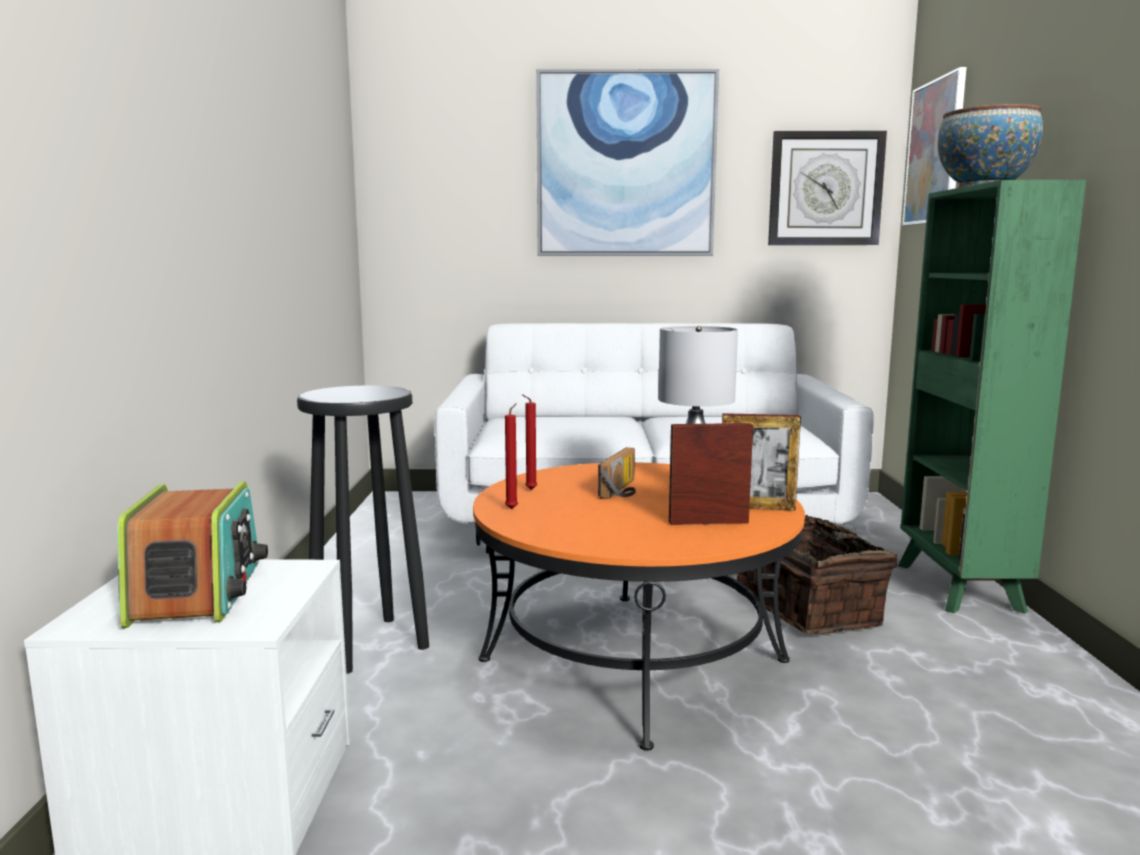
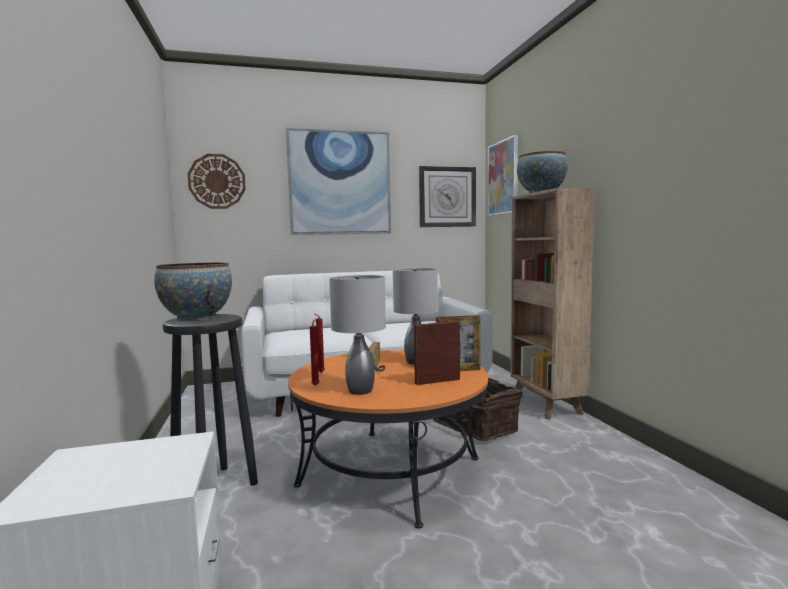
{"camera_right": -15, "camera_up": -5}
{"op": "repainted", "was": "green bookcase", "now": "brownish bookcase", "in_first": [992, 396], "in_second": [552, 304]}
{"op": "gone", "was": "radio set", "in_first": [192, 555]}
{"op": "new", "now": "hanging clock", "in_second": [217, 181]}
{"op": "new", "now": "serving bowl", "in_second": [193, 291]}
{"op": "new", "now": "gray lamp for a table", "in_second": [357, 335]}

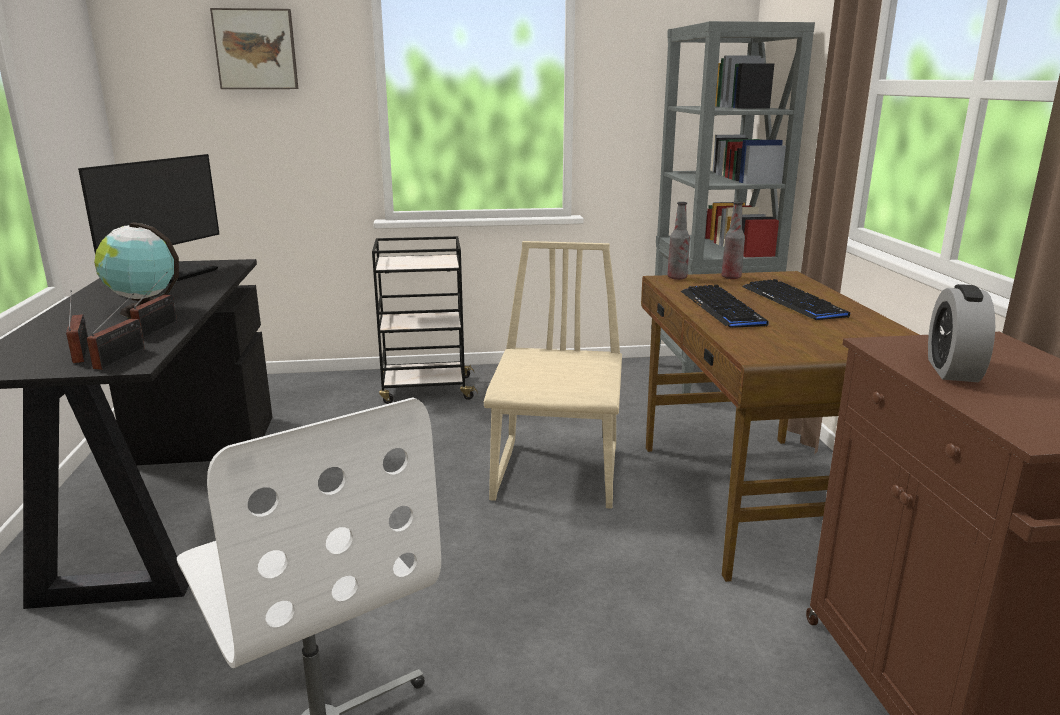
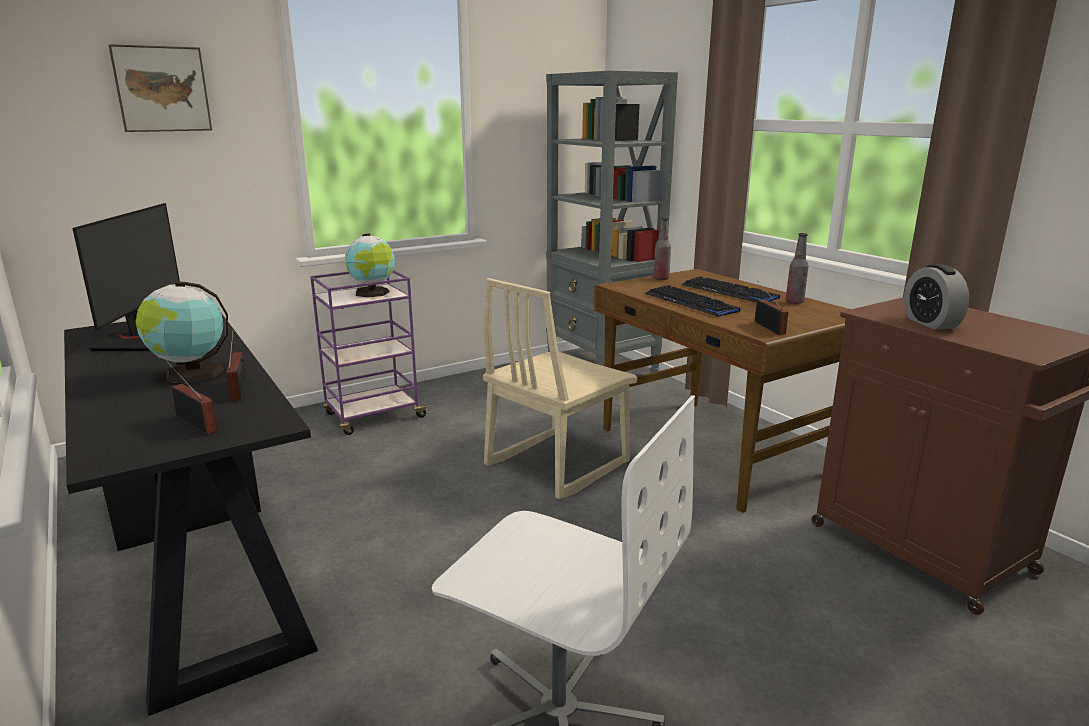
{"camera_right": -25, "camera_up": 0}
{"op": "shifted", "was": "bottle", "in_first": [679, 241], "in_second": [797, 268]}
{"op": "repainted", "was": "black-coloured cart", "now": "purple cart", "in_first": [425, 320], "in_second": [370, 352]}
{"op": "rotated", "was": "sand-coloured upright chair", "in_first": [553, 375], "in_second": [560, 388], "clockwise": -120}
{"op": "shifted", "was": "radio set", "in_first": [115, 331], "in_second": [771, 308]}
{"op": "new", "now": "desk globe", "in_second": [370, 265]}

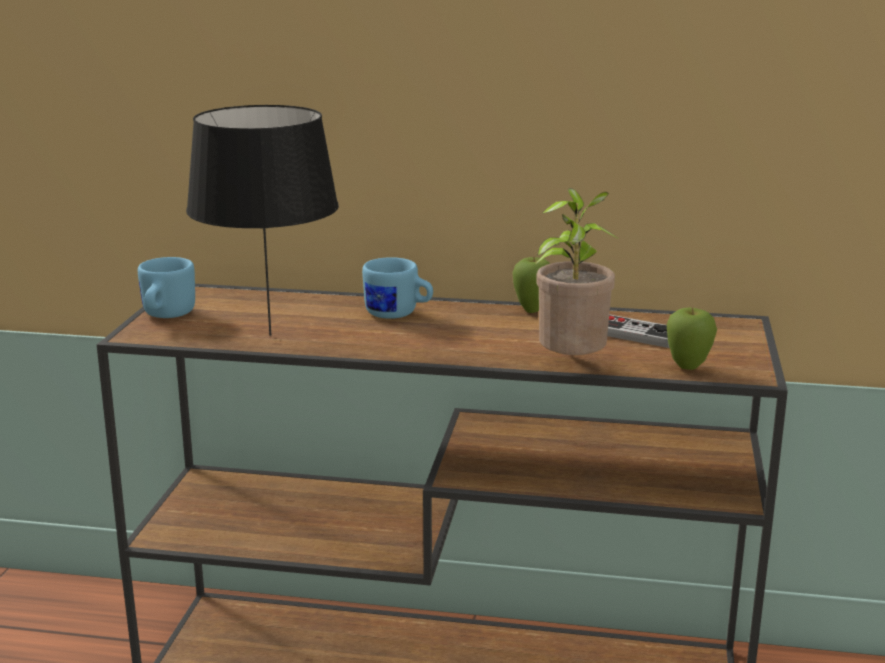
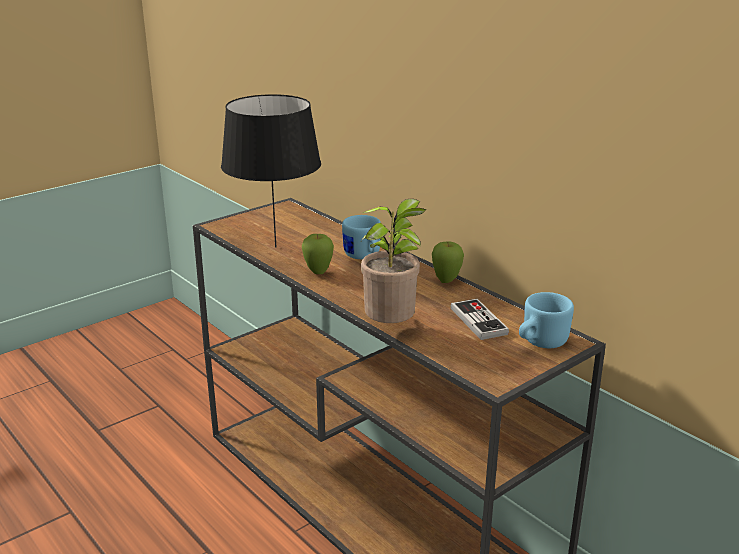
{"camera_right": 40, "camera_up": 5}
{"op": "shifted", "was": "bluish tea mug", "in_first": [166, 287], "in_second": [546, 320]}
{"op": "shifted", "was": "apple", "in_first": [692, 338], "in_second": [318, 254]}

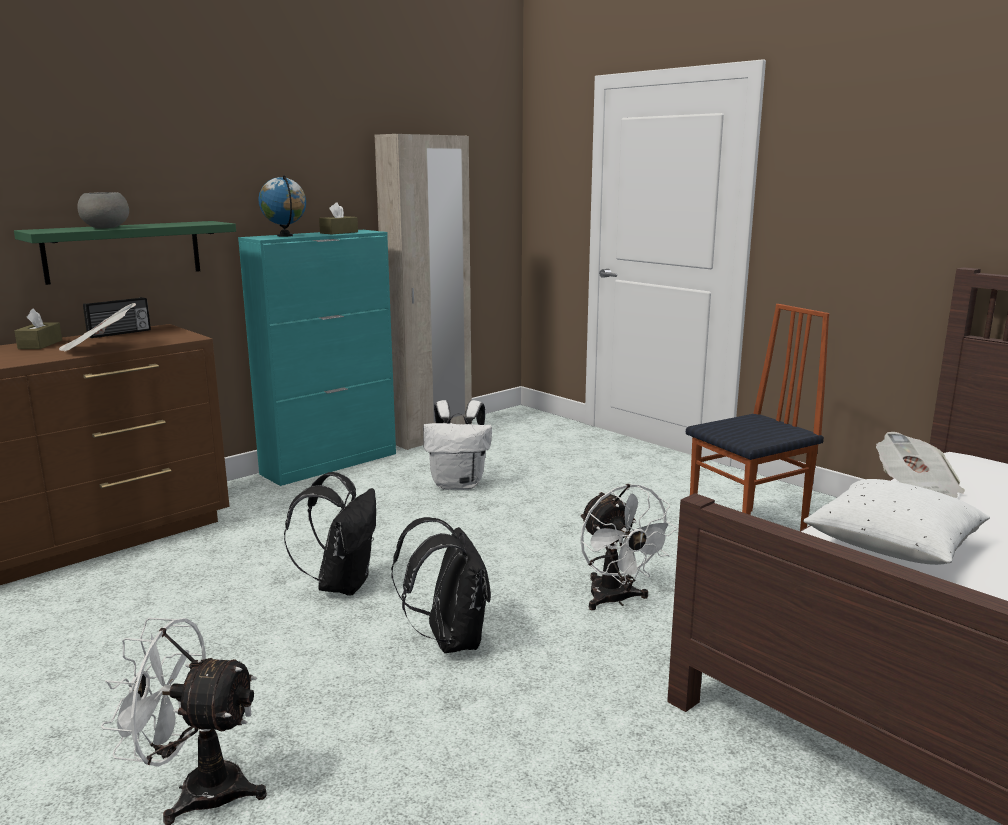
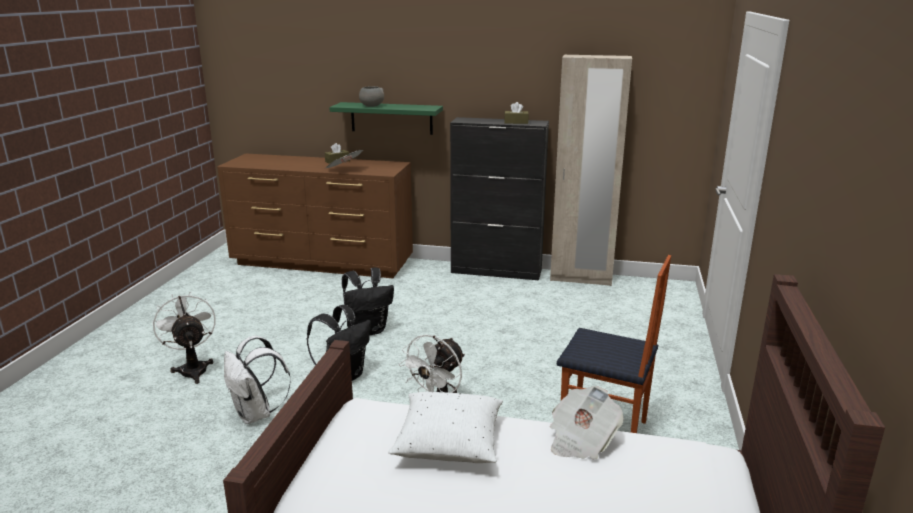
{"camera_right": 55, "camera_up": 5}
{"op": "gone", "was": "desk globe", "in_first": [282, 206]}
{"op": "repainted", "was": "turquoise cupboard", "now": "black-coloured cupboard", "in_first": [317, 358], "in_second": [499, 198]}
{"op": "gone", "was": "radio set", "in_first": [117, 317]}
{"op": "shifted", "was": "white backpack", "in_first": [457, 445], "in_second": [257, 380]}

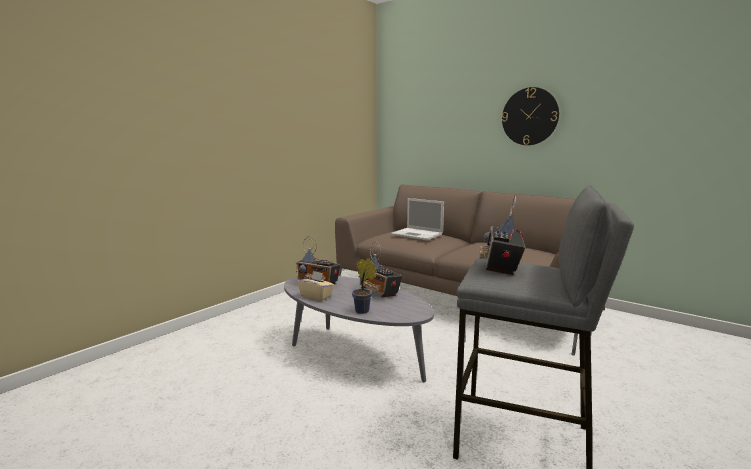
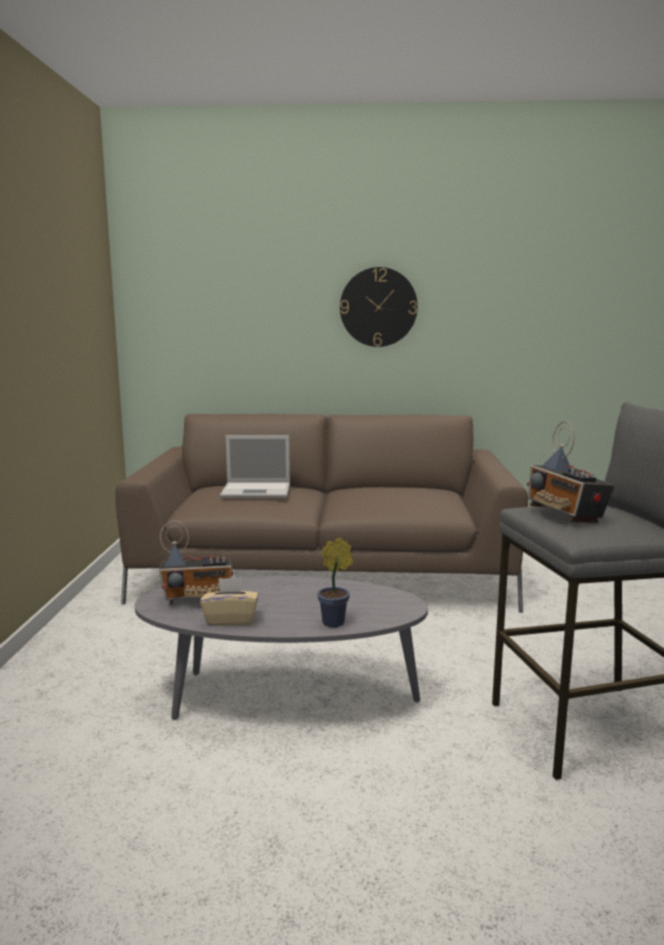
{"camera_right": -35, "camera_up": 0}
{"op": "gone", "was": "radio set", "in_first": [380, 269]}

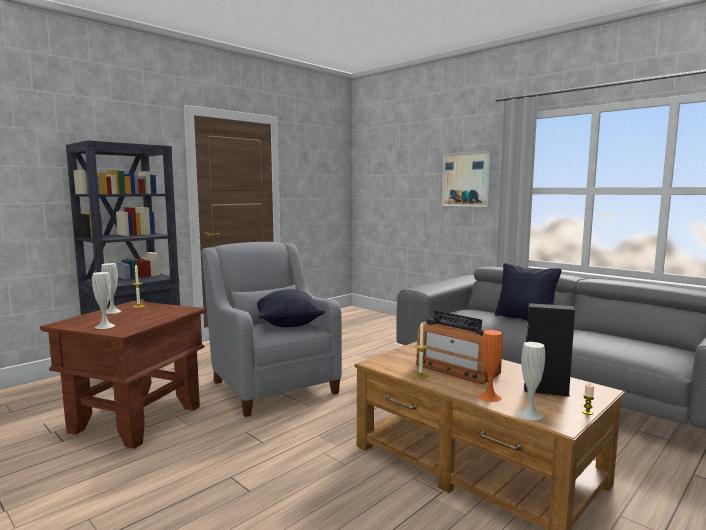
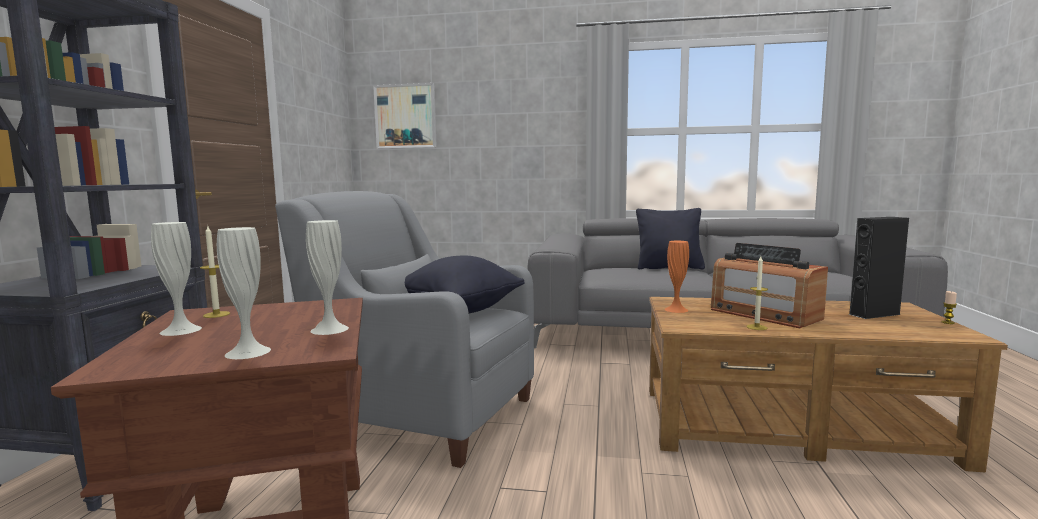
{"camera_right": -35, "camera_up": 0}
{"op": "shifted", "was": "wall picture", "in_first": [467, 179], "in_second": [405, 116]}
{"op": "rotated", "was": "radio set", "in_first": [459, 347], "in_second": [769, 285], "clockwise": 45}
{"op": "shifted", "was": "orange vase", "in_first": [490, 366], "in_second": [677, 277]}
{"op": "shifted", "was": "white vase", "in_first": [531, 381], "in_second": [327, 277]}

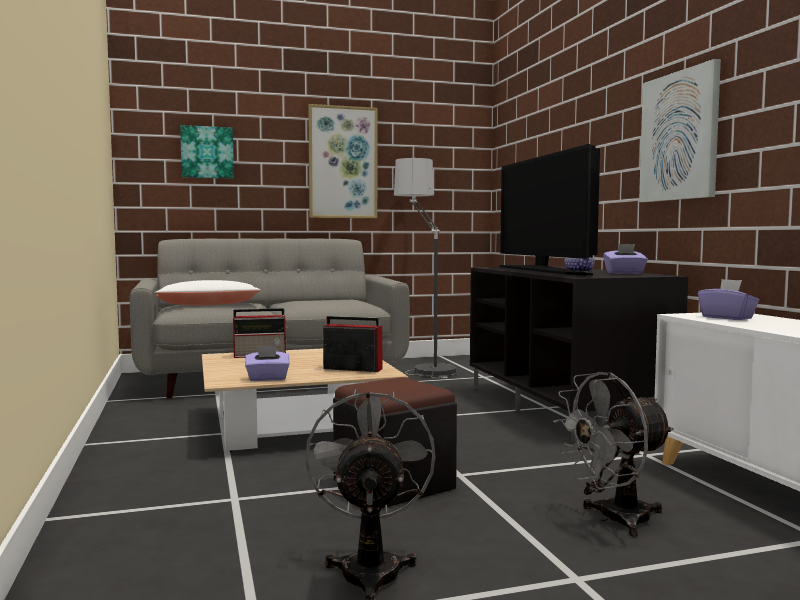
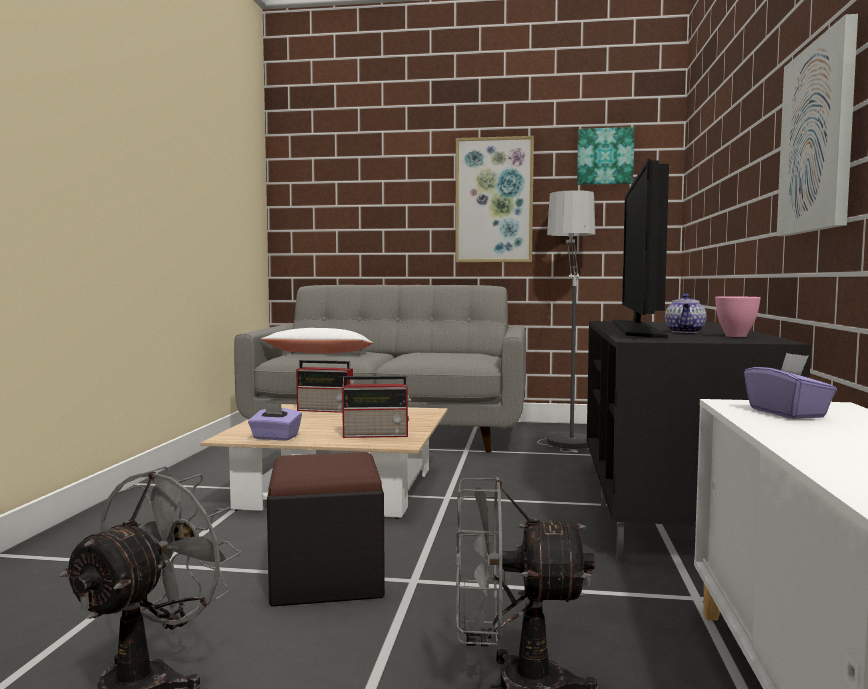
{"camera_right": 25, "camera_up": 0}
{"op": "shifted", "was": "wall picture", "in_first": [207, 152], "in_second": [606, 156]}
{"op": "swapped", "was": "purple box of tissues", "now": "pinkish serving bowl", "in_first": [625, 259], "in_second": [738, 316]}
{"op": "rotated", "was": "radio set", "in_first": [352, 344], "in_second": [376, 407], "clockwise": 135}

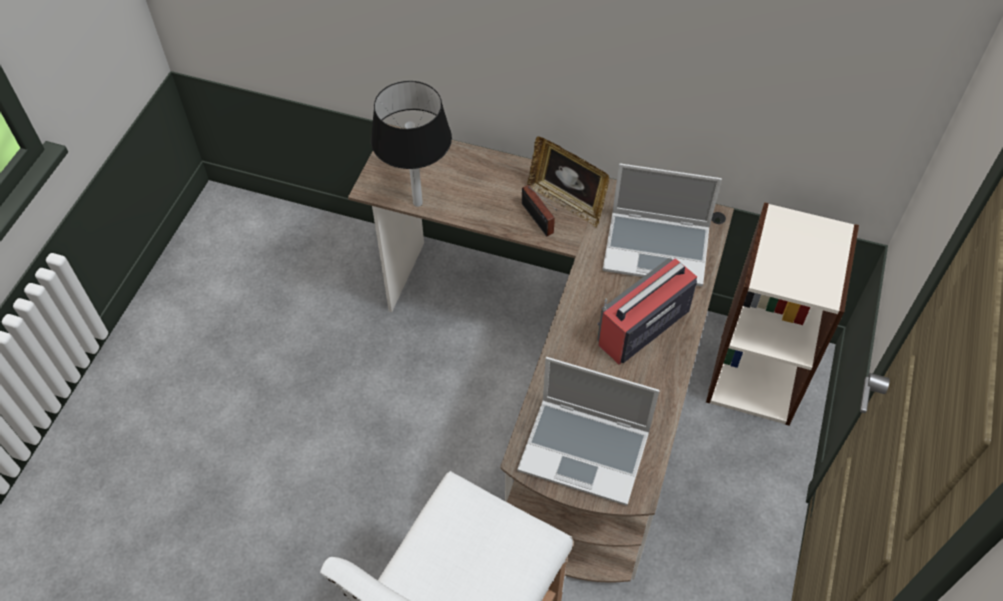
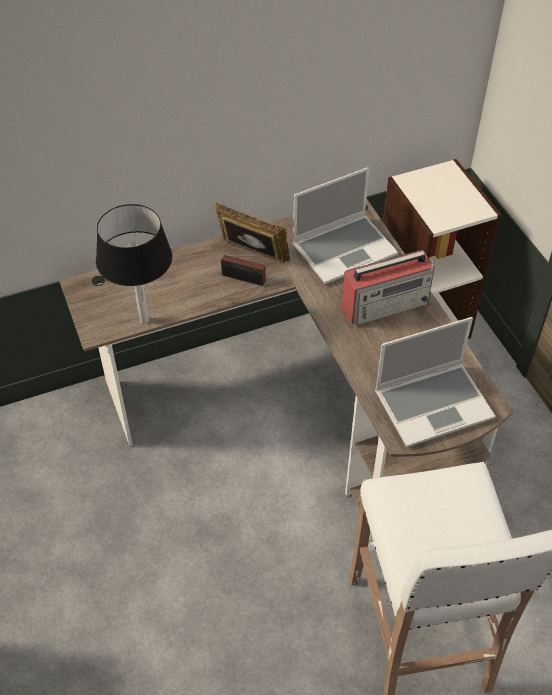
{"camera_right": -40, "camera_up": -5}
{"op": "rotated", "was": "standing frame", "in_first": [568, 182], "in_second": [253, 232], "clockwise": -150}
{"op": "rotated", "was": "radio set", "in_first": [647, 311], "in_second": [388, 288], "clockwise": -120}

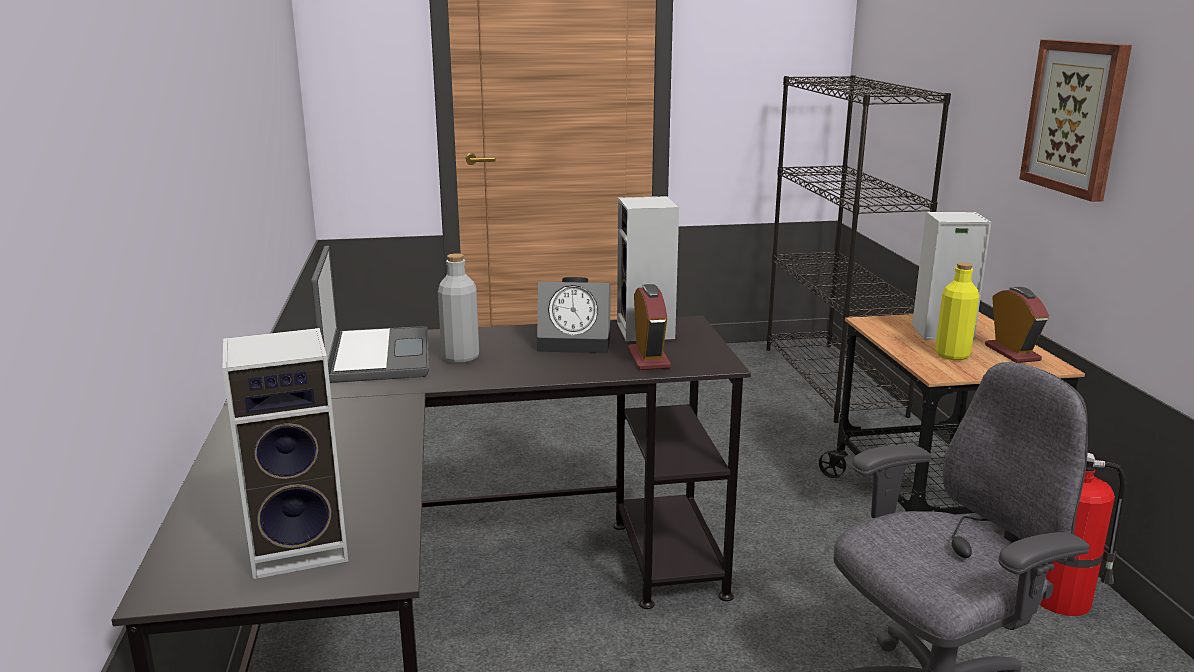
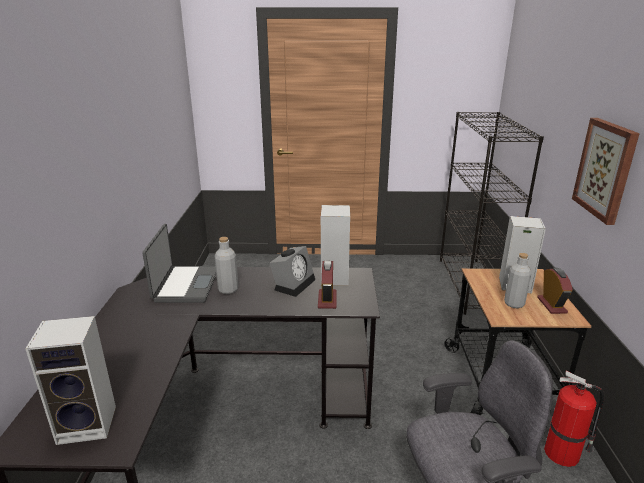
{"camera_right": 10, "camera_up": 5}
{"op": "repainted", "was": "yellow-coloured bottle", "now": "gray bottle", "in_first": [957, 311], "in_second": [518, 280]}
{"op": "rotated", "was": "alarm clock", "in_first": [574, 315], "in_second": [292, 271], "clockwise": -75}

